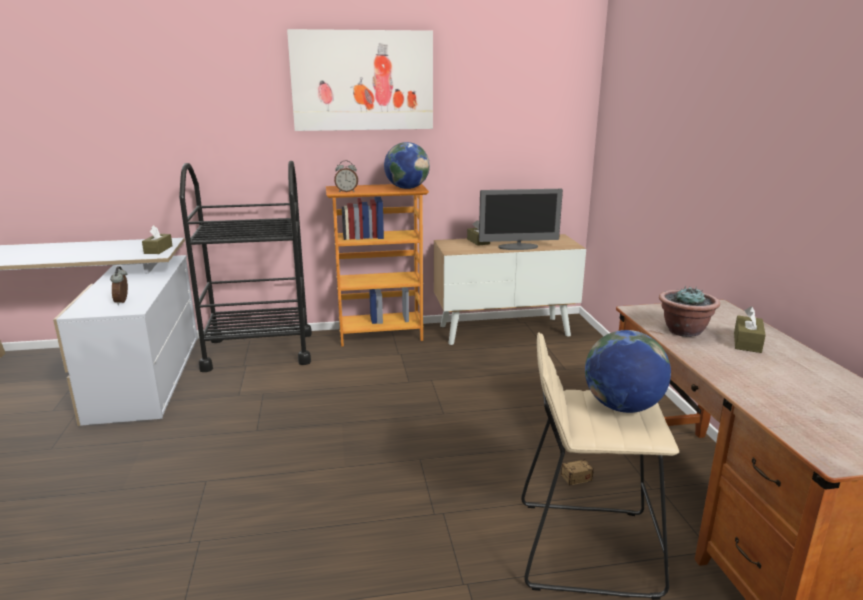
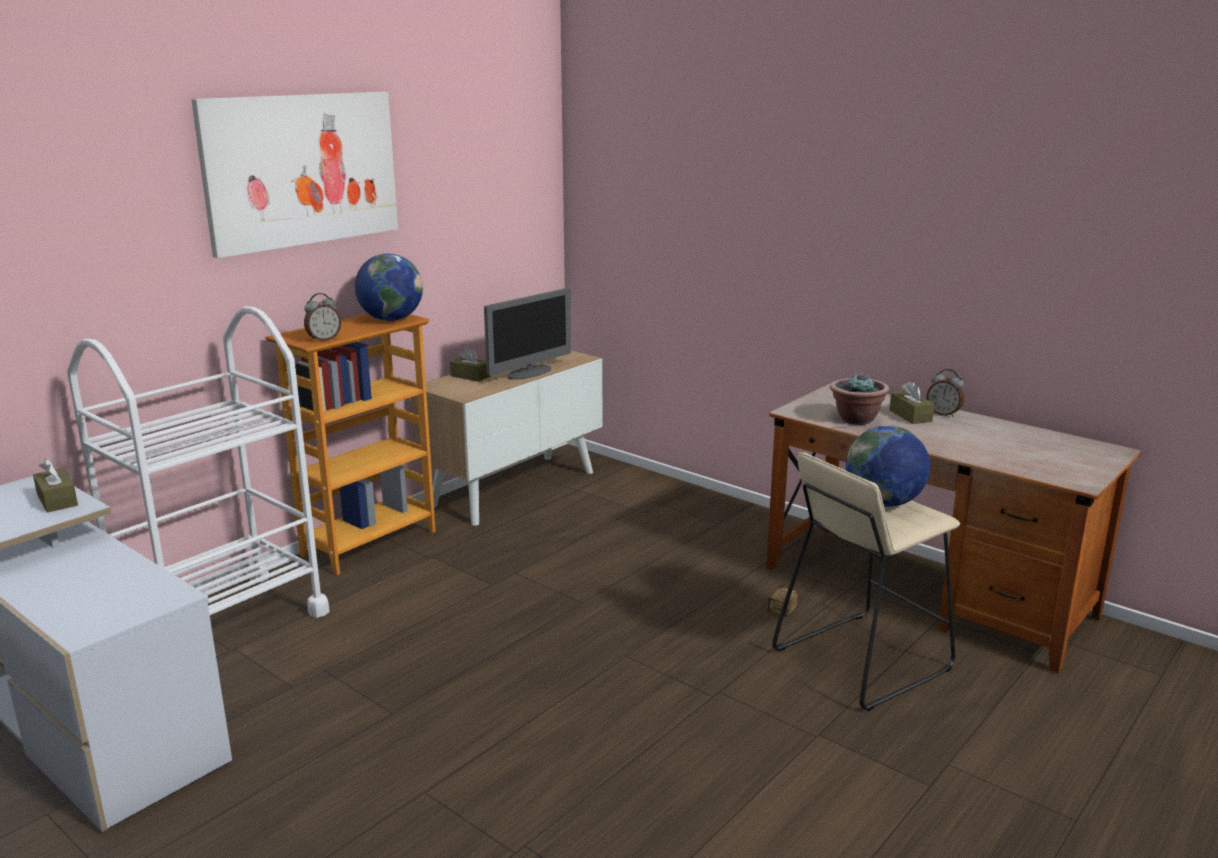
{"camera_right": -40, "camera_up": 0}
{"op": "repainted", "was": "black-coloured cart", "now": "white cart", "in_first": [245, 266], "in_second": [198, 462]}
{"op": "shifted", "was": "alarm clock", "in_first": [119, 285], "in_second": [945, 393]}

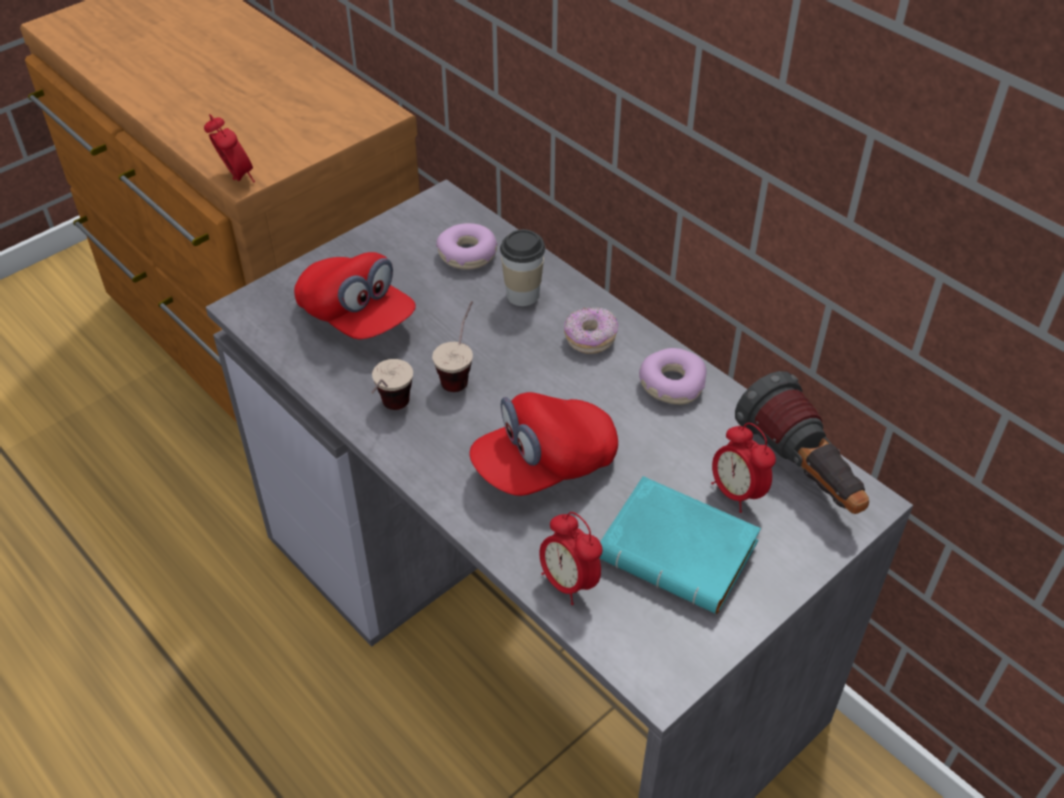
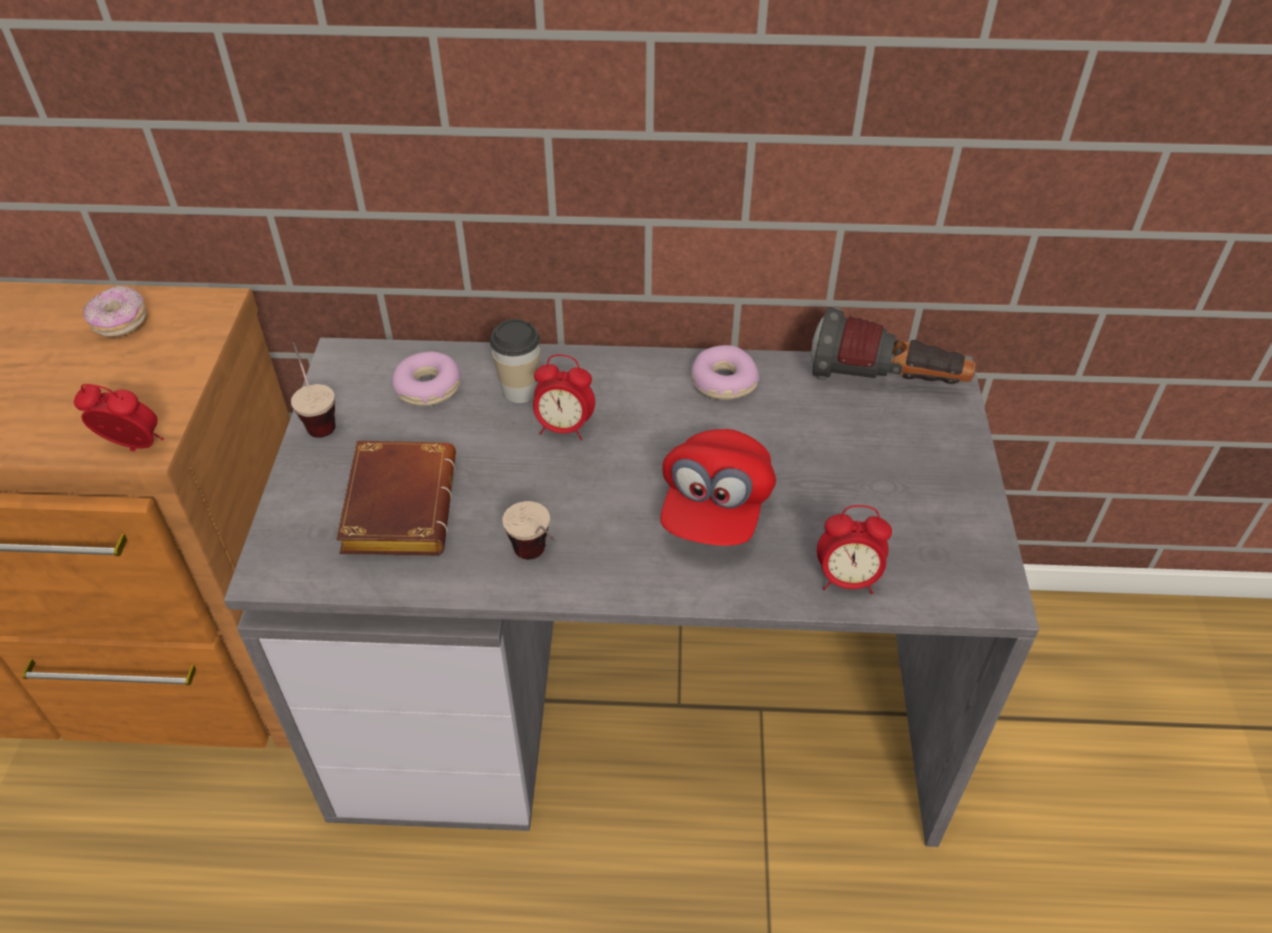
{"camera_right": -45, "camera_up": 0}
{"op": "swapped", "was": "reddish cap", "now": "brownish book", "in_first": [355, 295], "in_second": [396, 498]}
{"op": "shifted", "was": "small cup", "in_first": [452, 346], "in_second": [313, 390]}
{"op": "shifted", "was": "doughnut", "in_first": [591, 330], "in_second": [114, 311]}
{"op": "shifted", "was": "alarm clock", "in_first": [743, 468], "in_second": [564, 397]}
{"op": "gone", "was": "turquoise book", "in_first": [680, 545]}

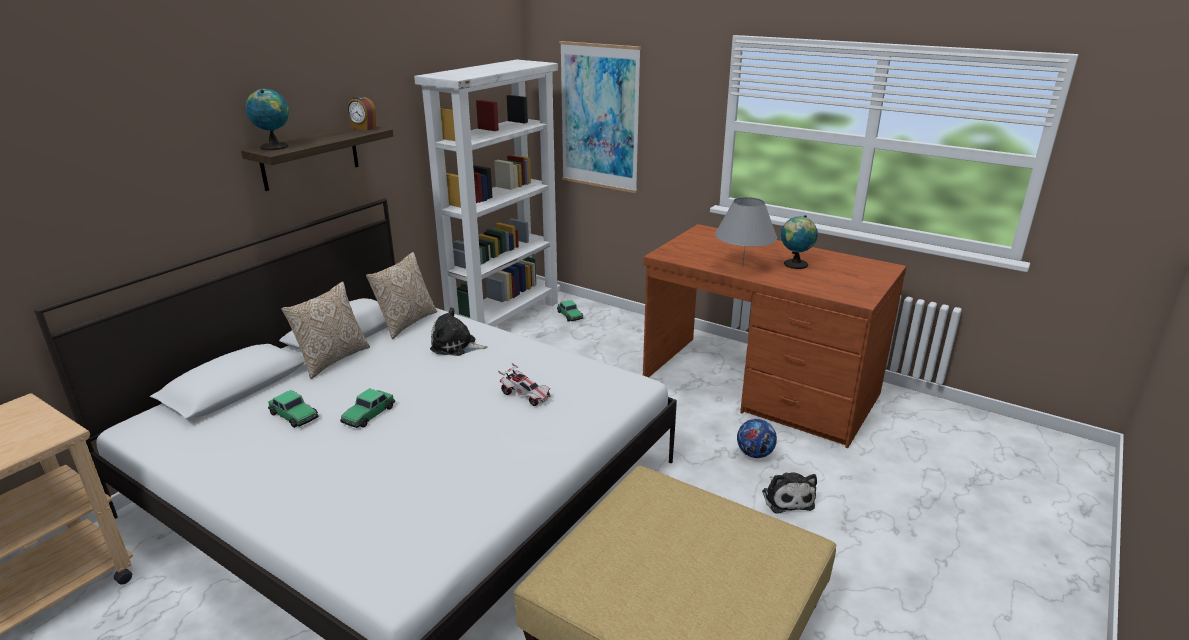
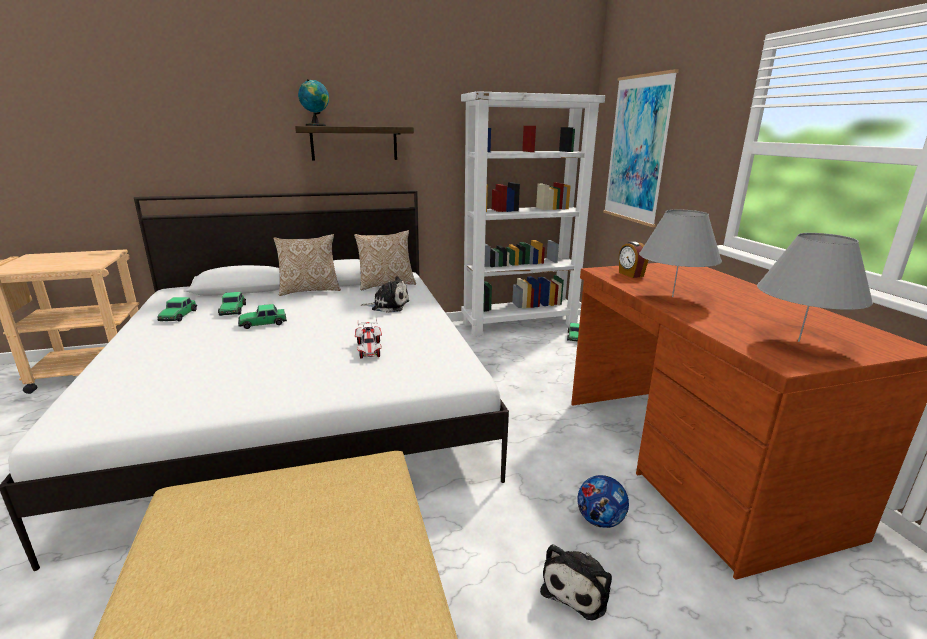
{"camera_right": 40, "camera_up": -5}
{"op": "shifted", "was": "alarm clock", "in_first": [361, 113], "in_second": [633, 259]}
{"op": "gone", "was": "desk globe", "in_first": [799, 242]}
{"op": "rotated", "was": "soft toy", "in_first": [459, 331], "in_second": [385, 294], "clockwise": 135}
{"op": "new", "now": "gray lamp for a table", "in_second": [815, 287]}
{"op": "new", "now": "miniature car", "in_second": [177, 309]}

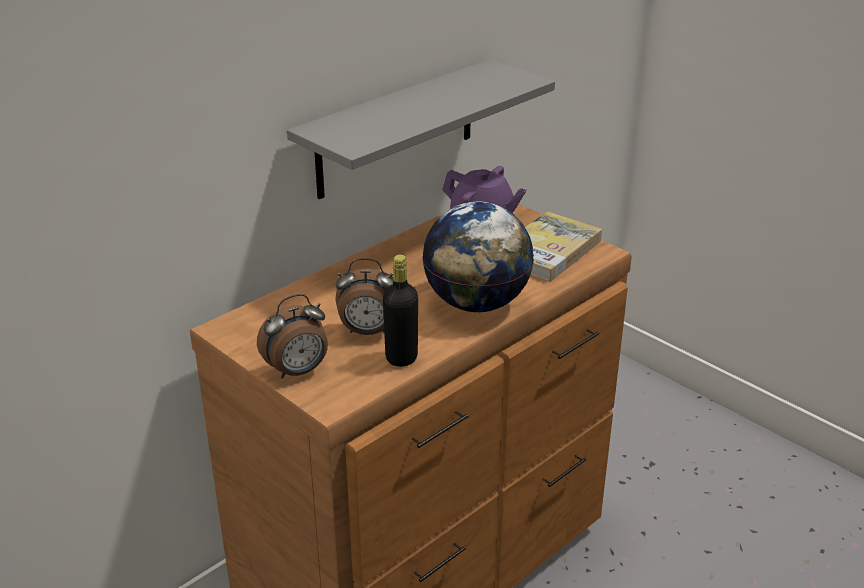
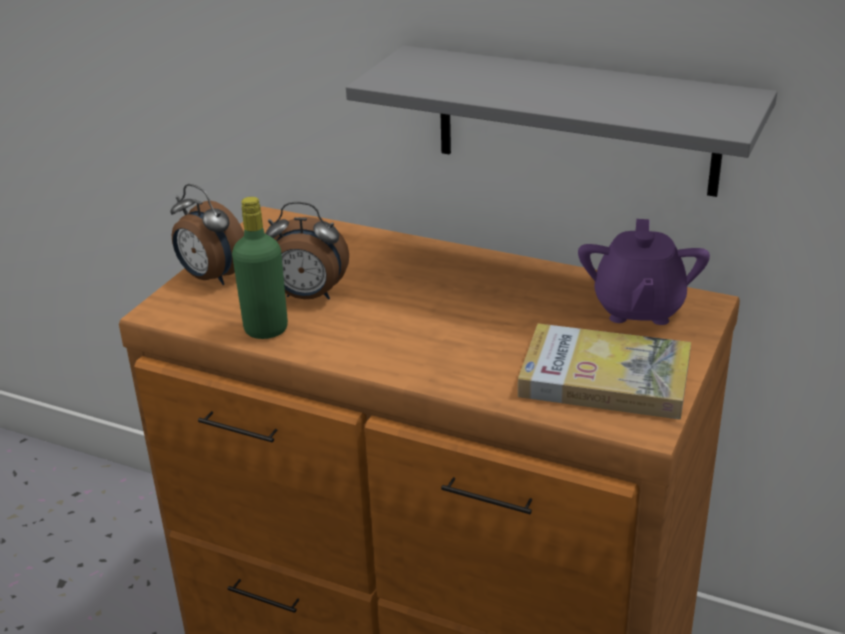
{"camera_right": 70, "camera_up": 0}
{"op": "gone", "was": "desk globe", "in_first": [478, 257]}
{"op": "repainted", "was": "black-coloured bottle", "now": "green bottle", "in_first": [400, 310], "in_second": [260, 268]}
{"op": "rotated", "was": "alarm clock", "in_first": [364, 296], "in_second": [307, 251], "clockwise": -60}

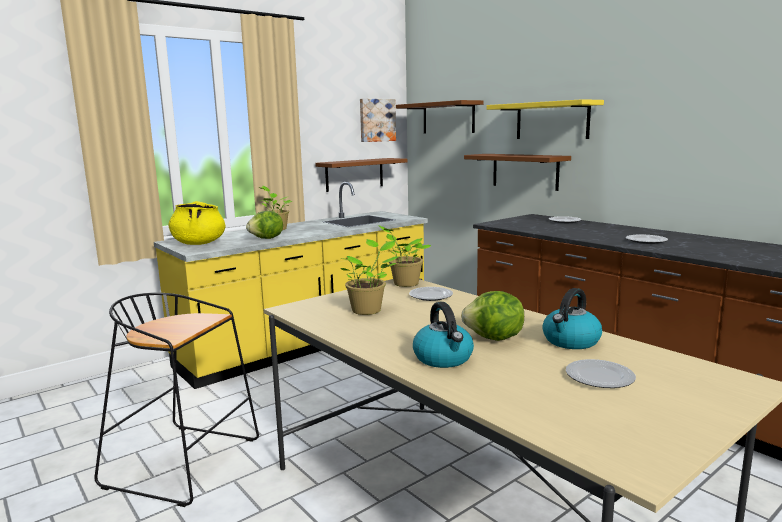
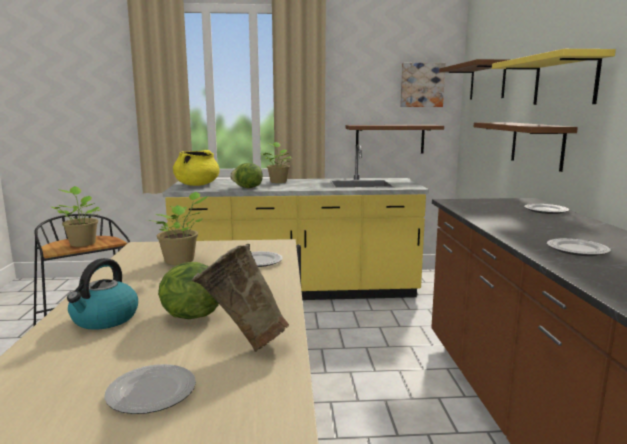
{"camera_right": 35, "camera_up": 0}
{"op": "shifted", "was": "potted plant", "in_first": [404, 256], "in_second": [77, 216]}
{"op": "swapped", "was": "kettle", "now": "sand-coloured vase", "in_first": [572, 318], "in_second": [240, 298]}

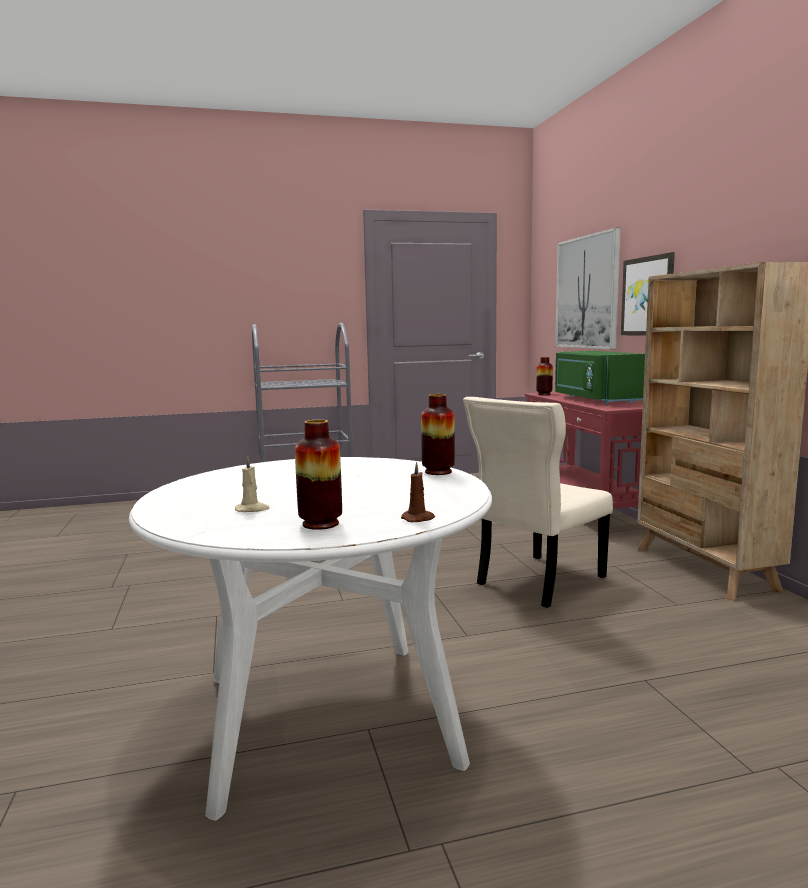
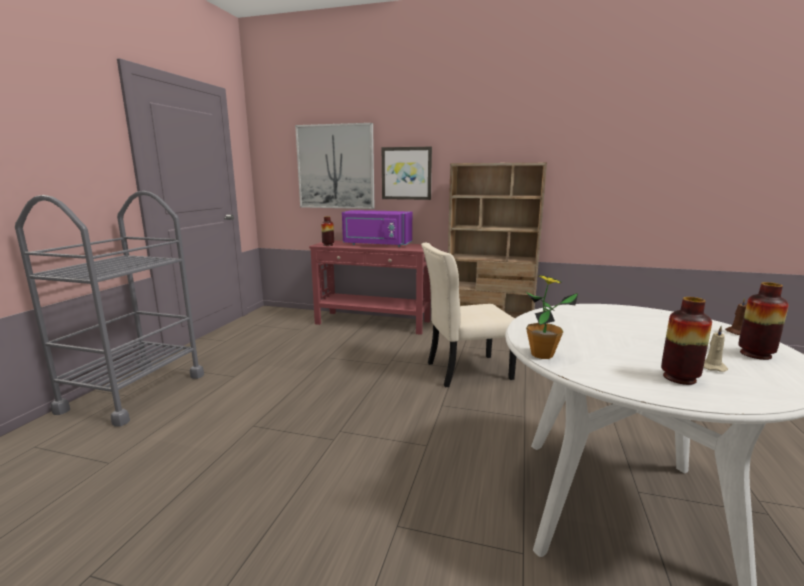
{"camera_right": -60, "camera_up": 5}
{"op": "repainted", "was": "green microwave oven", "now": "purple microwave oven", "in_first": [600, 377], "in_second": [377, 228]}
{"op": "shifted", "was": "vase", "in_first": [438, 434], "in_second": [686, 341]}
{"op": "rotated", "was": "sand-coloured upright chair", "in_first": [538, 502], "in_second": [468, 315], "clockwise": 90}
{"op": "new", "now": "potted plant", "in_second": [552, 317]}

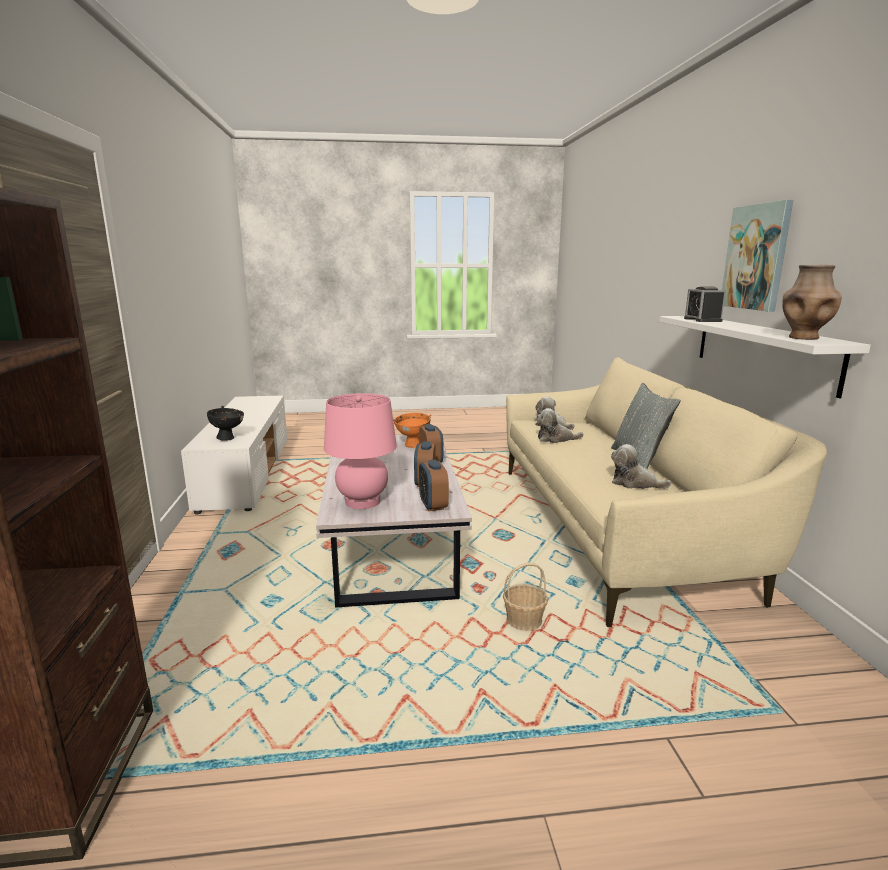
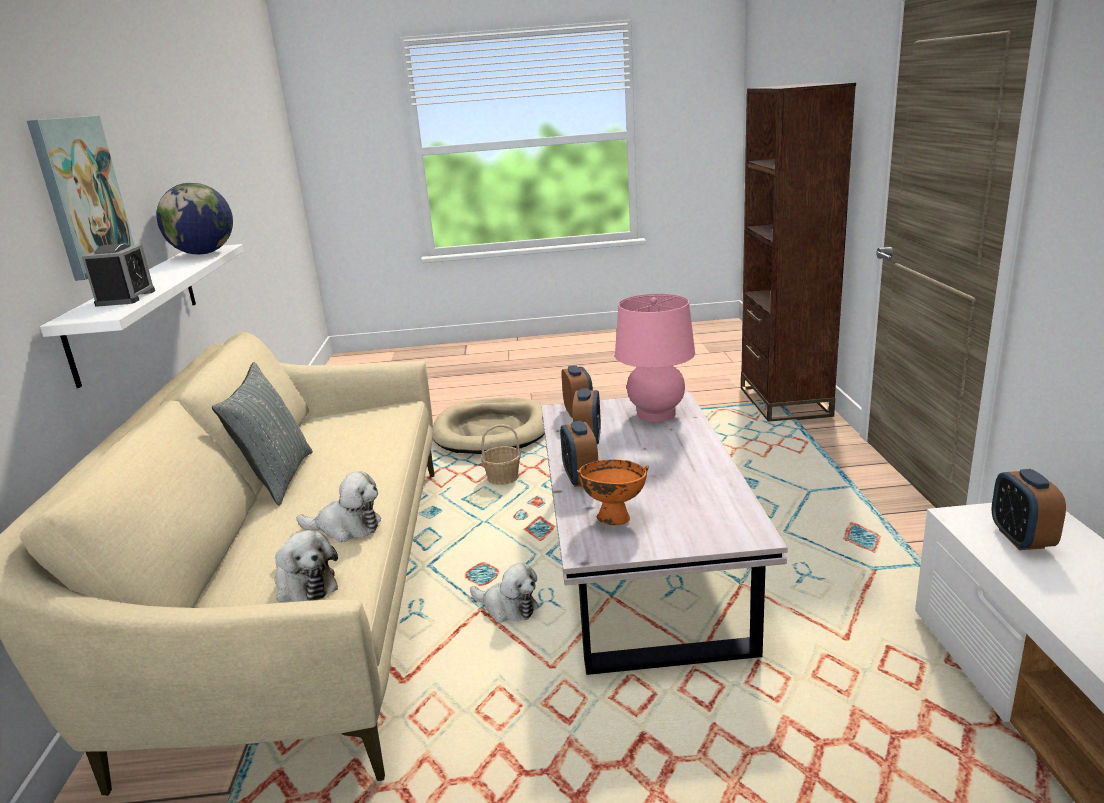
{"camera_right": -175, "camera_up": 5}
{"op": "swapped", "was": "brownish vase", "now": "desk globe", "in_first": [812, 302], "in_second": [194, 219]}
{"op": "swapped", "was": "black-coloured serving bowl", "now": "alarm clock", "in_first": [225, 423], "in_second": [1029, 509]}
{"op": "shifted", "was": "soft toy", "in_first": [641, 466], "in_second": [504, 593]}
{"op": "new", "now": "sand-coloured dog bed", "in_second": [489, 426]}

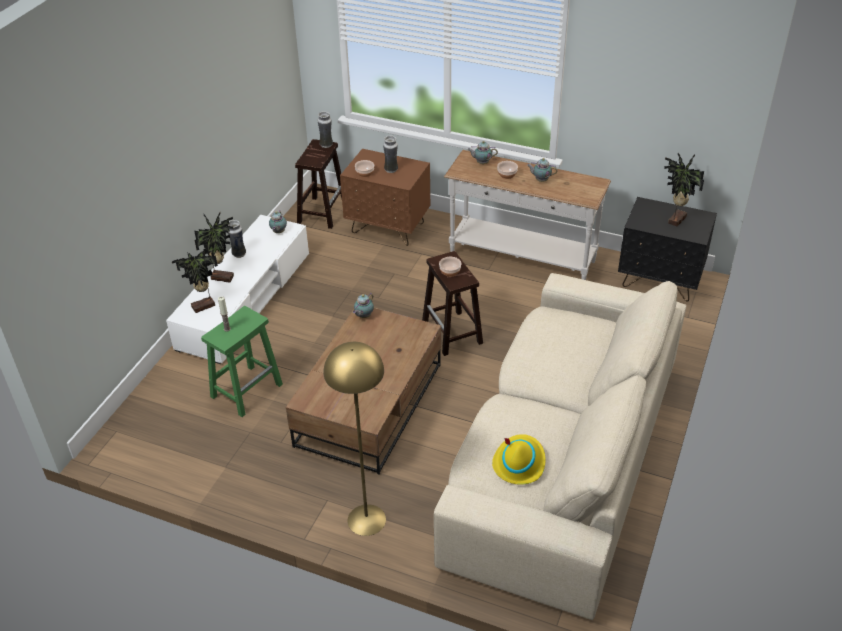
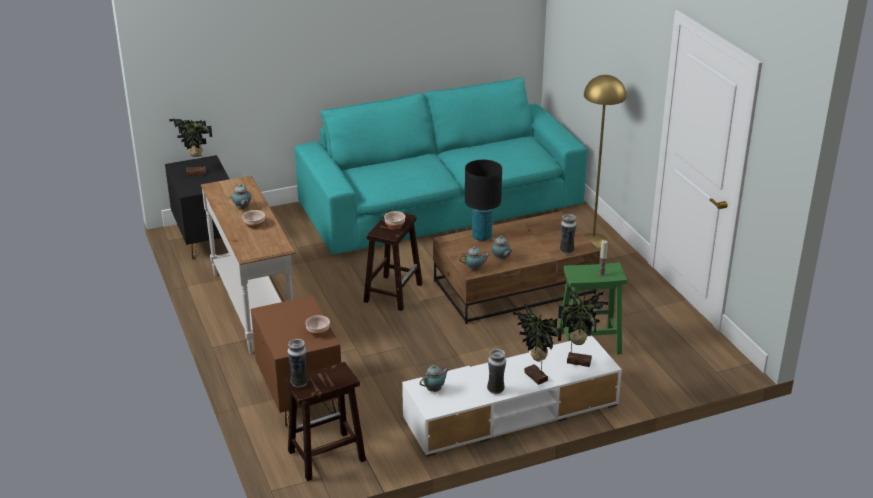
{"camera_right": -135, "camera_up": -10}
{"op": "shifted", "was": "vase", "in_first": [390, 154], "in_second": [568, 234]}
{"op": "shifted", "was": "pot for tea", "in_first": [482, 152], "in_second": [502, 248]}
{"op": "repainted", "was": "sand-coloured couch", "now": "turquoise couch", "in_first": [560, 446], "in_second": [441, 165]}
{"op": "gone", "was": "yellow-coloured clothing hat", "in_first": [518, 459]}
{"op": "new", "now": "black-coloured lamp for a table", "in_second": [483, 200]}

